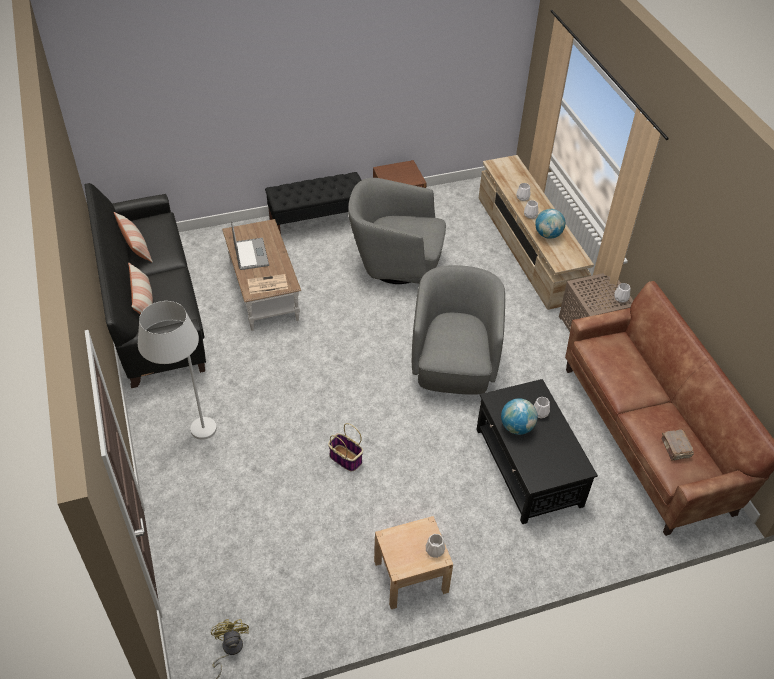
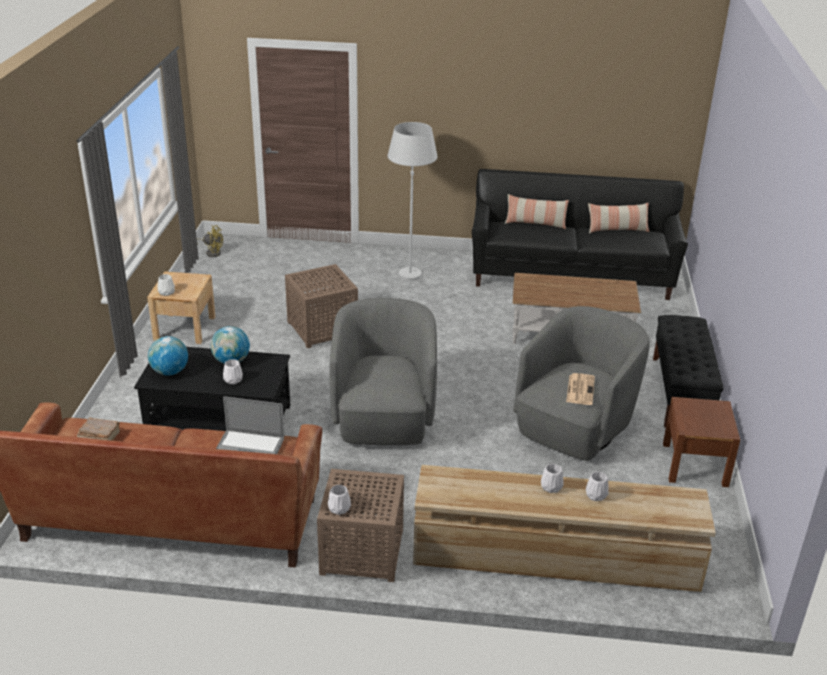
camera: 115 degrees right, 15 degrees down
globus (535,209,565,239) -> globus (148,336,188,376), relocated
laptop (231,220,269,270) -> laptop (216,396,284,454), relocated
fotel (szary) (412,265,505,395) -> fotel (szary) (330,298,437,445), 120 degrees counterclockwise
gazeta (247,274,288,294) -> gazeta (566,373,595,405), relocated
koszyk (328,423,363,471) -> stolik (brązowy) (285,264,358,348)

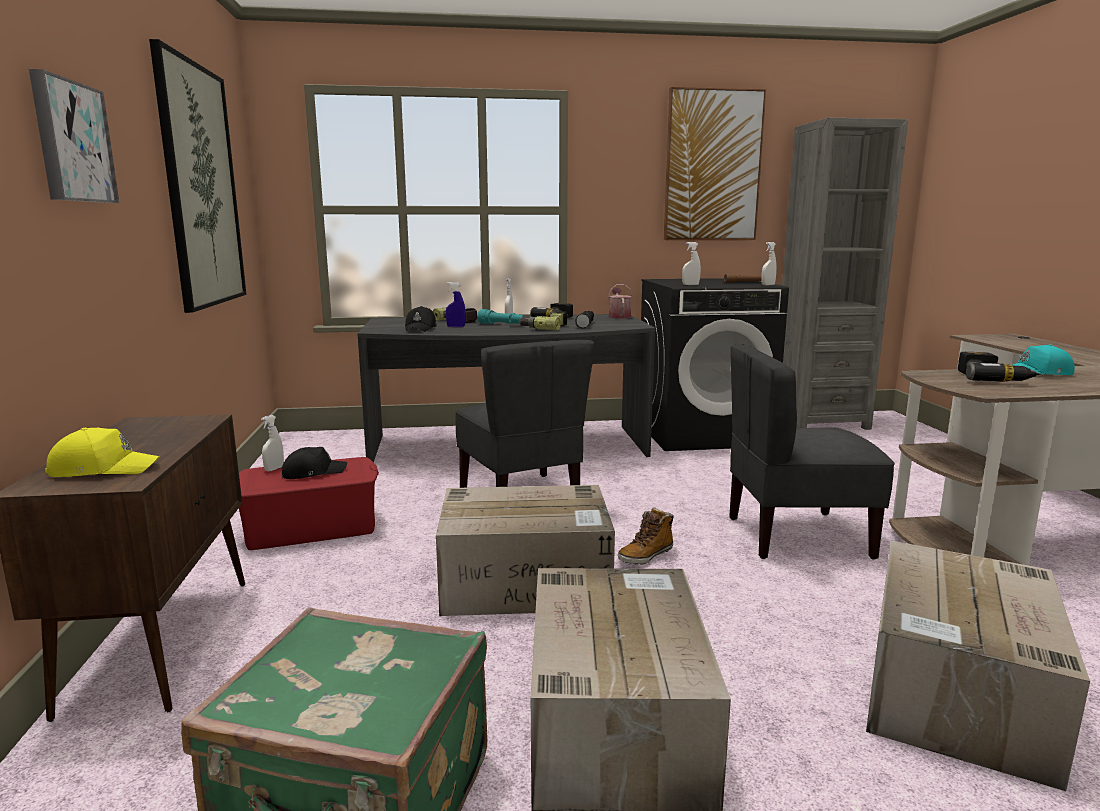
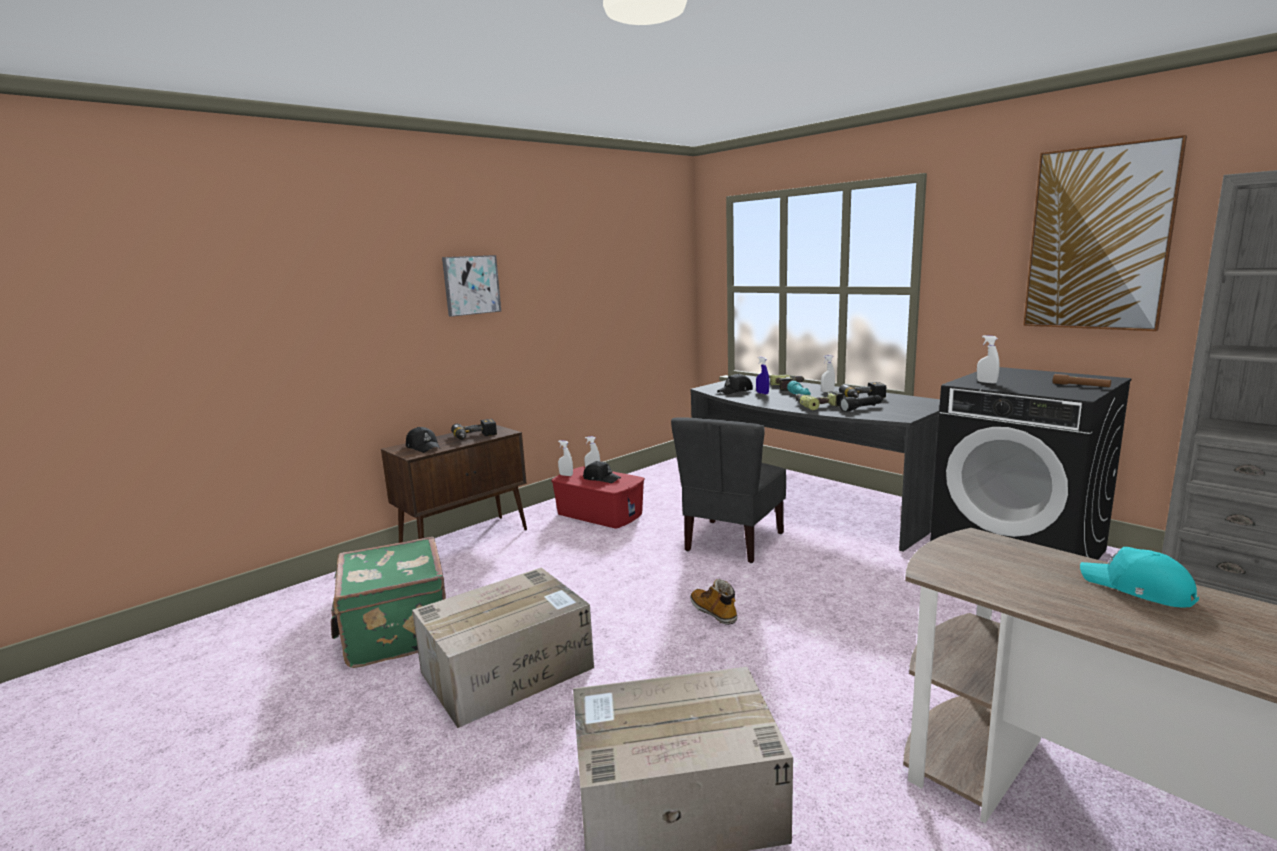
camera: 55 degrees right, 0 degrees up
obraz (149,39,247,313) -> none
spryskiwacz (biały) (761,242,777,285) -> spryskiwacz (biały) (558,440,573,476), relocated
konewka (608,284,633,319) -> none
krzesło (szary) (729,344,895,560) -> none
wiertarka (958,352,1041,382) -> wiertarka (451,419,497,440), relocated
czapka z daszkiem (żółty) (45,428,160,477) -> czapka z daszkiem (czarny) (406,427,440,453)
karton (436,485,615,616) -> none
but z cholewką (618,507,674,565) -> but z cholewką (690,579,737,625), 45 degrees clockwise

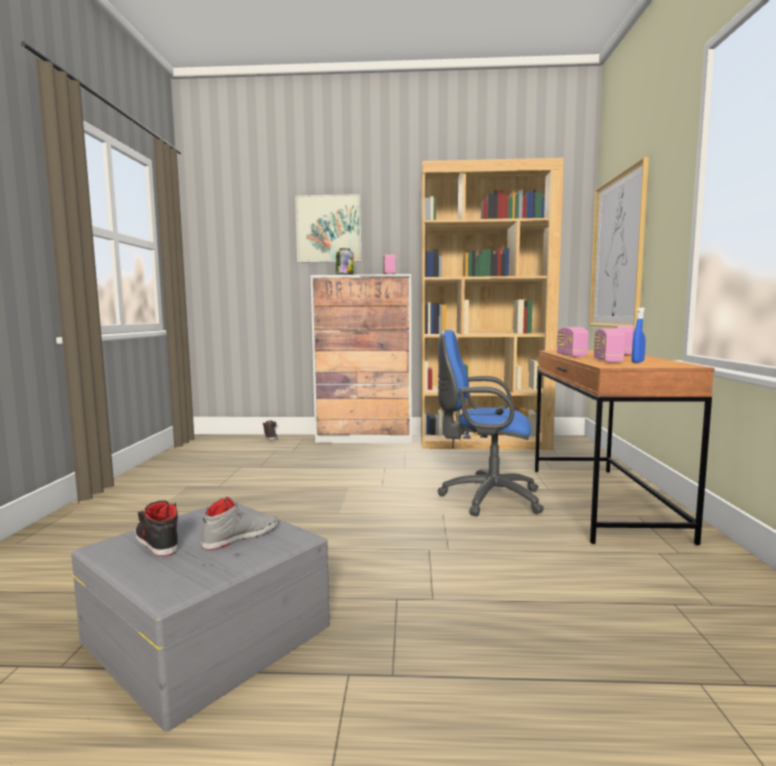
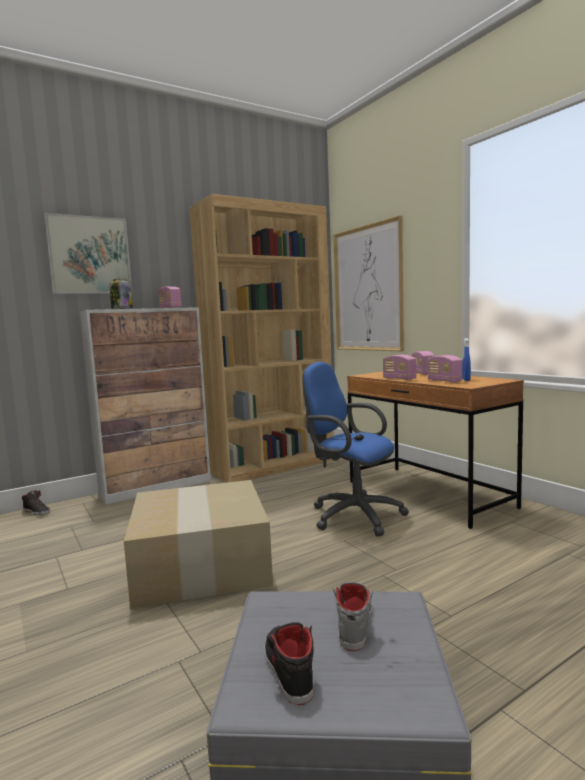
camera: 35 degrees left, 0 degrees up
krzesło biurowe (niebieski) (438,330,544,516) -> krzesło biurowe (niebieski) (302,362,409,536), 60 degrees clockwise
but (czarny) (135,500,178,556) -> but (czarny) (265,622,314,705), 60 degrees clockwise
none -> karton (124,480,273,609)

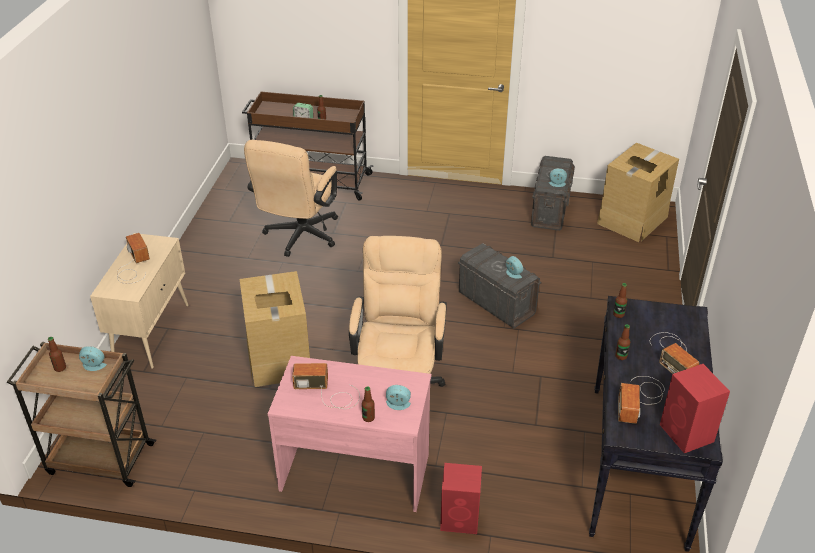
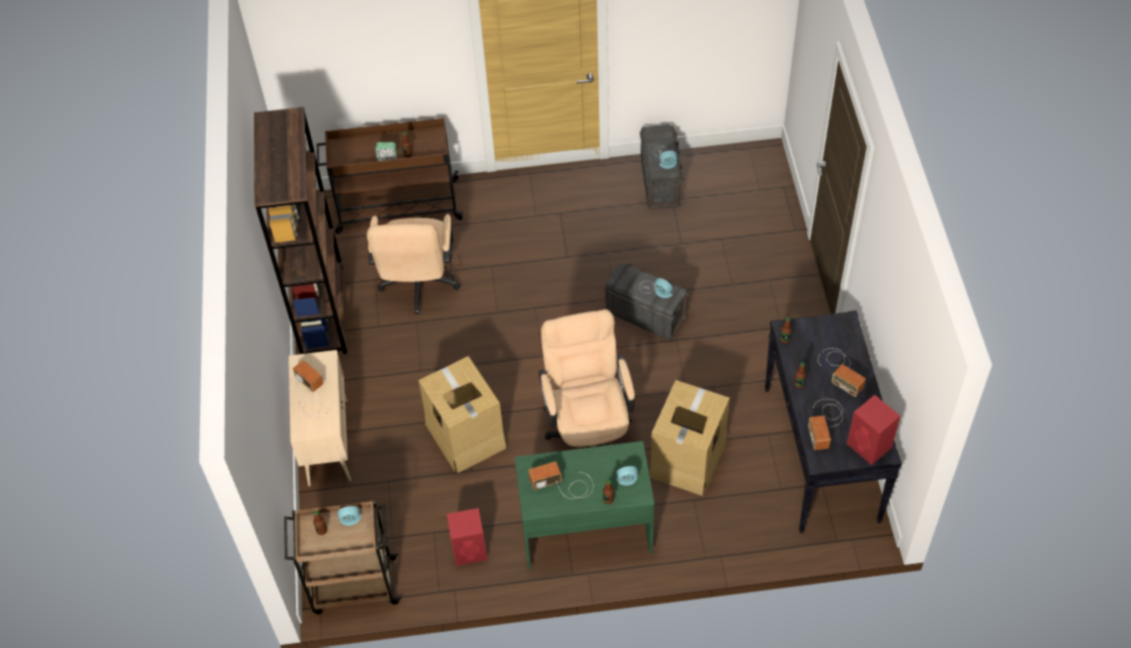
camera: 15 degrees left, 15 degrees up
karton (597,143,679,242) -> karton (649,380,730,496), relocated
biurko (różowy) (268,356,431,512) -> biurko (zielony) (515,441,655,569)
głośnik (czerwony) (440,463,482,534) -> głośnik (czerwony) (447,508,487,566), relocated
none -> regał (brązowy) (254,107,347,354)

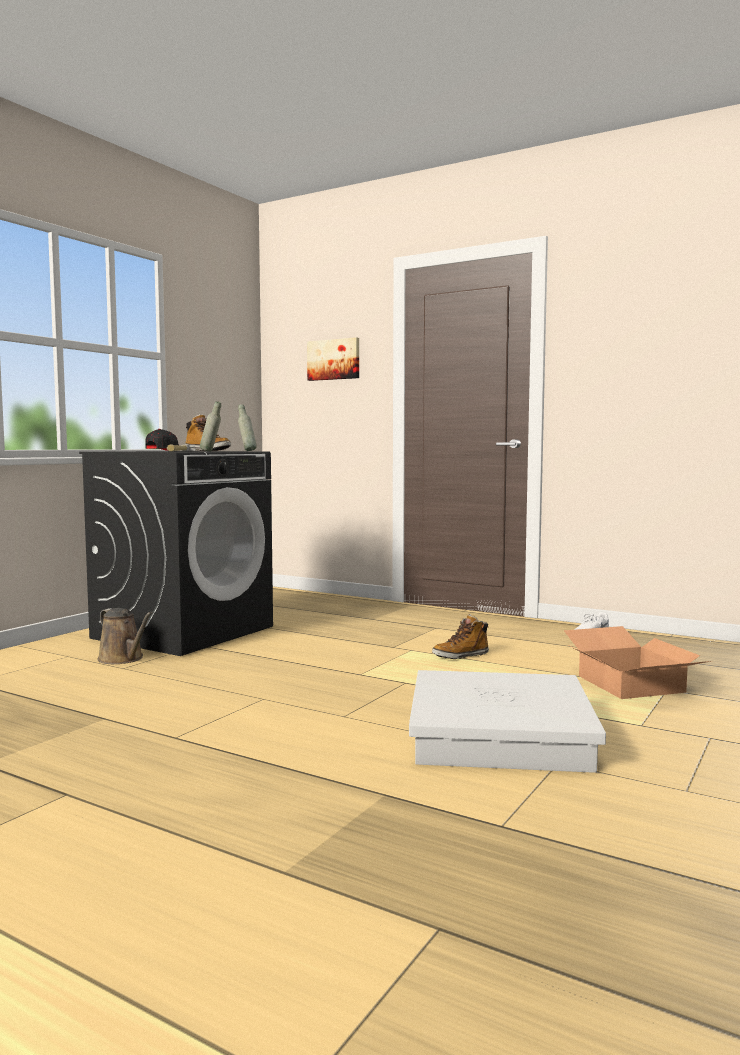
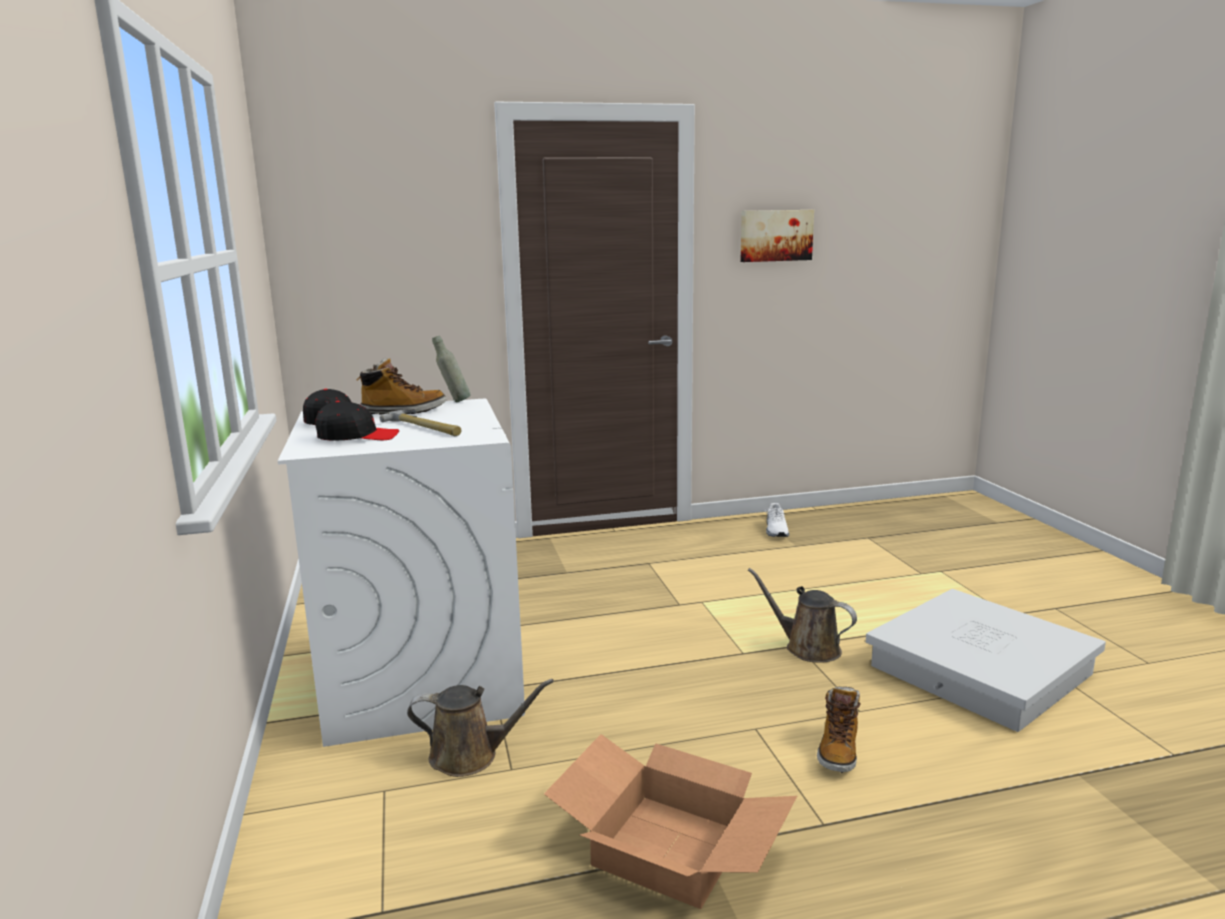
camera: 45 degrees left, 10 degrees up
obraz (307,337,359,381) -> obraz (740,210,814,262), relocated
butelka (szary) (200,401,221,451) -> none
pralka (czarny) (79,451,273,656) -> pralka (biały) (278,398,525,747)
but z cholewką (432,614,489,659) -> but z cholewką (817,687,861,773), relocated
karton (564,626,711,699) -> karton (544,734,797,909), relocated
none -> czapka z daszkiem (czarny) (315,401,399,441)
none -> konewka (brązowy) (748,568,857,663)

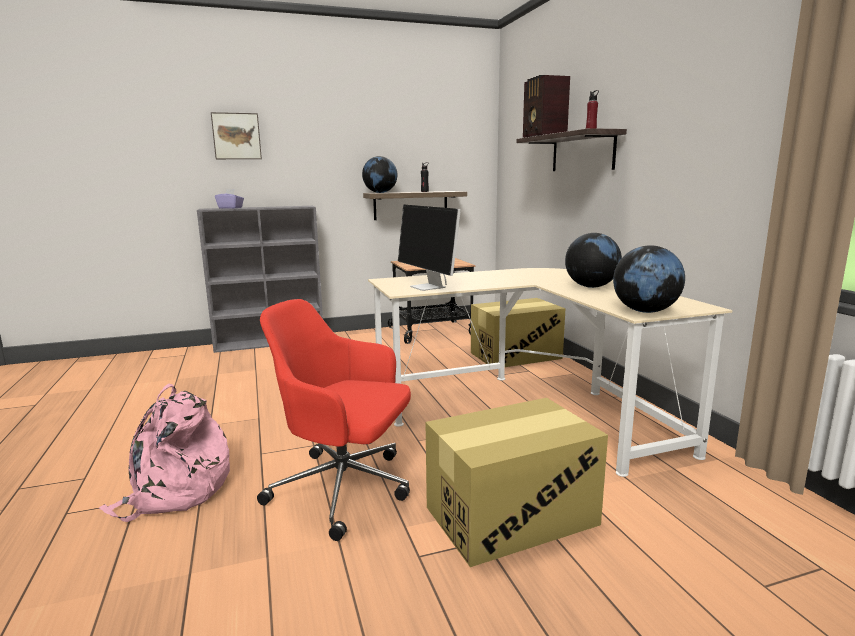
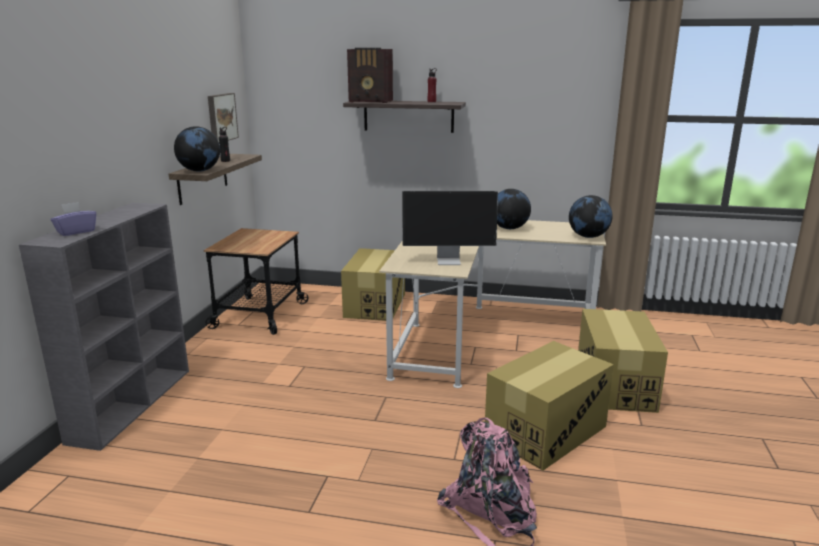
camera: 60 degrees left, 5 degrees up
obraz (211,112,262,159) -> obraz (208,93,239,142), relocated
krzesło biurowe (czerwony) (257,299,411,541) -> karton (485,341,614,471)

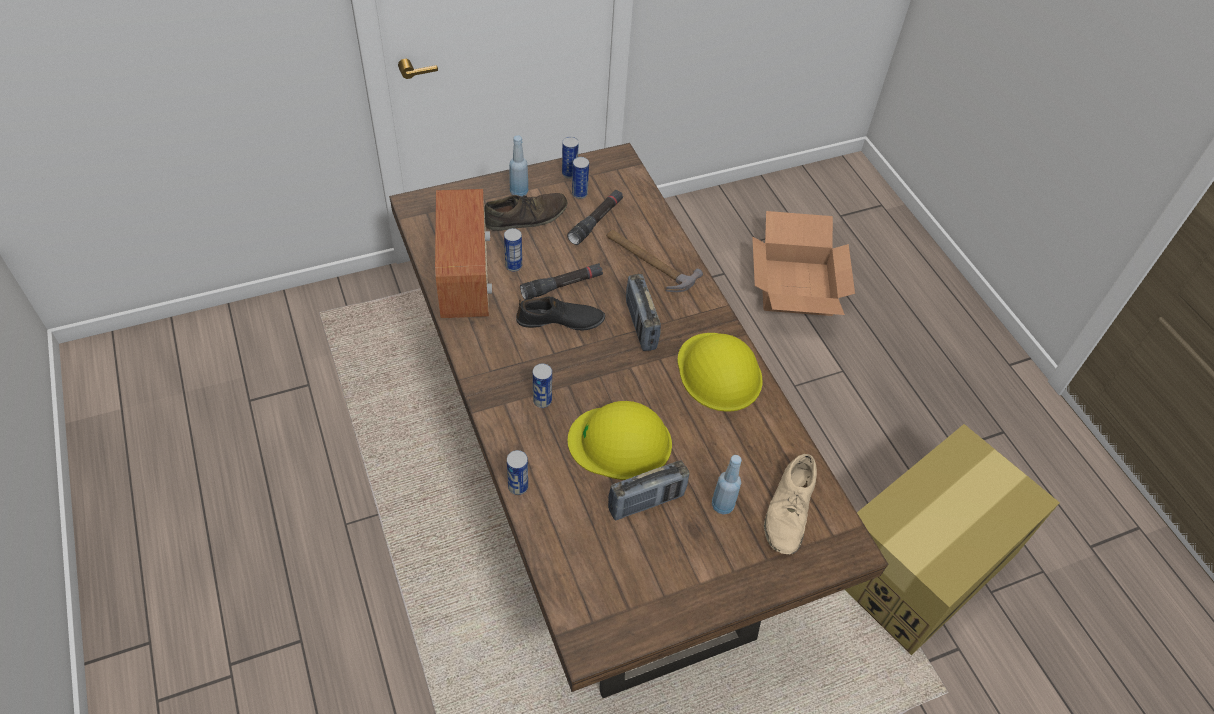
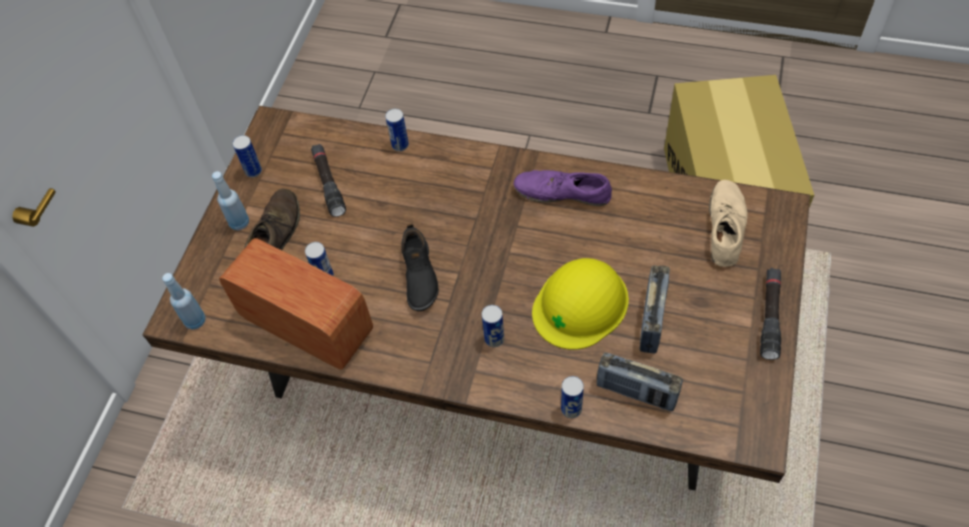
camera: 45 degrees left, 5 degrees up
puszka (572,157,589,199) -> puszka (385,109,409,151), relocated
karton (752,211,855,316) -> none
młotek (607,230,703,292) -> none
latarka (czarny) (520,263,603,300) -> latarka (czarny) (760,268,781,360), relocated
radio (626,274,661,351) -> radio (597,352,683,411), relocated
but (czarny) (516,297,605,331) -> but (czarny) (401,224,439,311), 135 degrees clockwise
kask (żółty) (678,333,763,412) -> but (fioletowy) (514,170,612,206)
but (beżowy) (764,454,817,555) -> but (beżowy) (709,180,748,267), 135 degrees counterclockwise
butelka (niebieski) (712,455,742,515) -> butelka (niebieski) (162,273,206,330), relocated

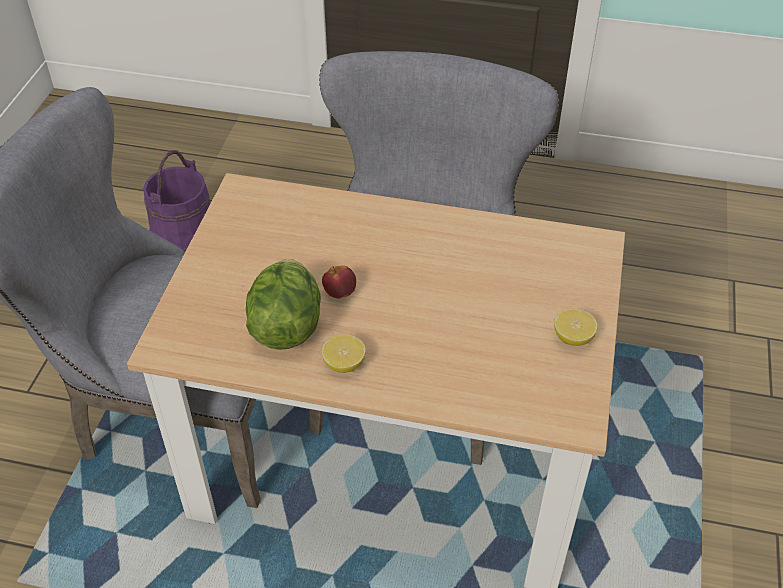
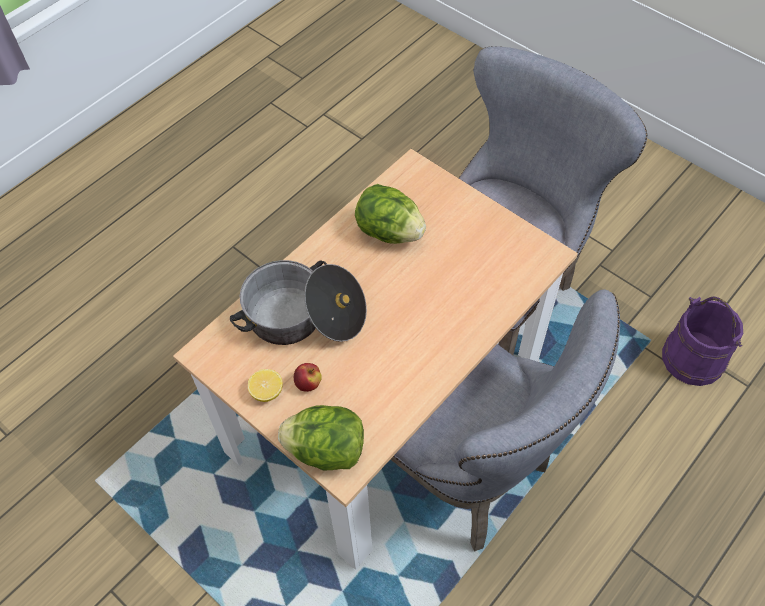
camera: 120 degrees right, 10 degrees up
jabłko (322,265,356,299) -> jabłko (294,363,322,392), relocated
cytryna (322,334,366,373) -> none
none -> garnek (230,260,367,345)
none -> sałata (278,405,364,470)

